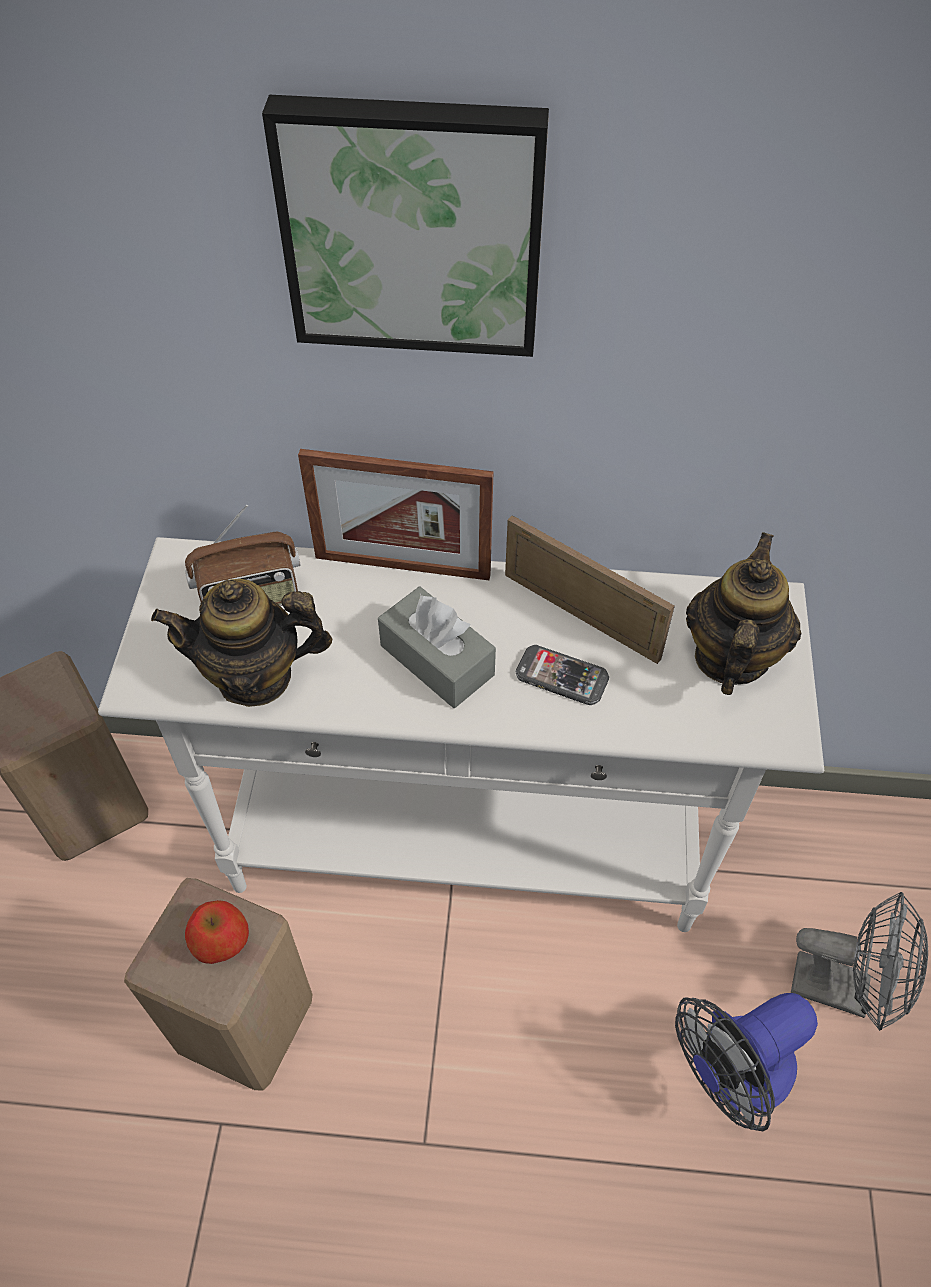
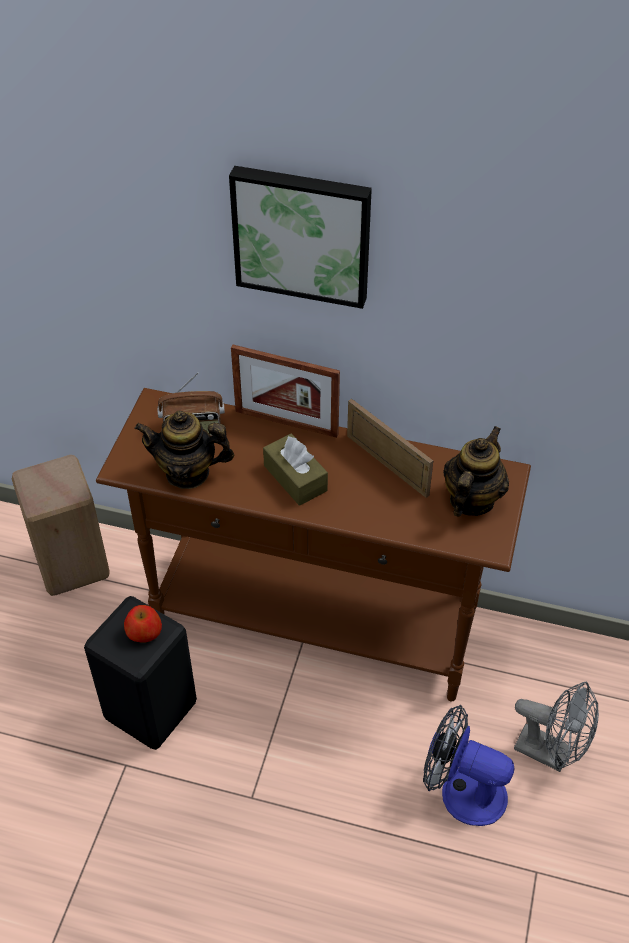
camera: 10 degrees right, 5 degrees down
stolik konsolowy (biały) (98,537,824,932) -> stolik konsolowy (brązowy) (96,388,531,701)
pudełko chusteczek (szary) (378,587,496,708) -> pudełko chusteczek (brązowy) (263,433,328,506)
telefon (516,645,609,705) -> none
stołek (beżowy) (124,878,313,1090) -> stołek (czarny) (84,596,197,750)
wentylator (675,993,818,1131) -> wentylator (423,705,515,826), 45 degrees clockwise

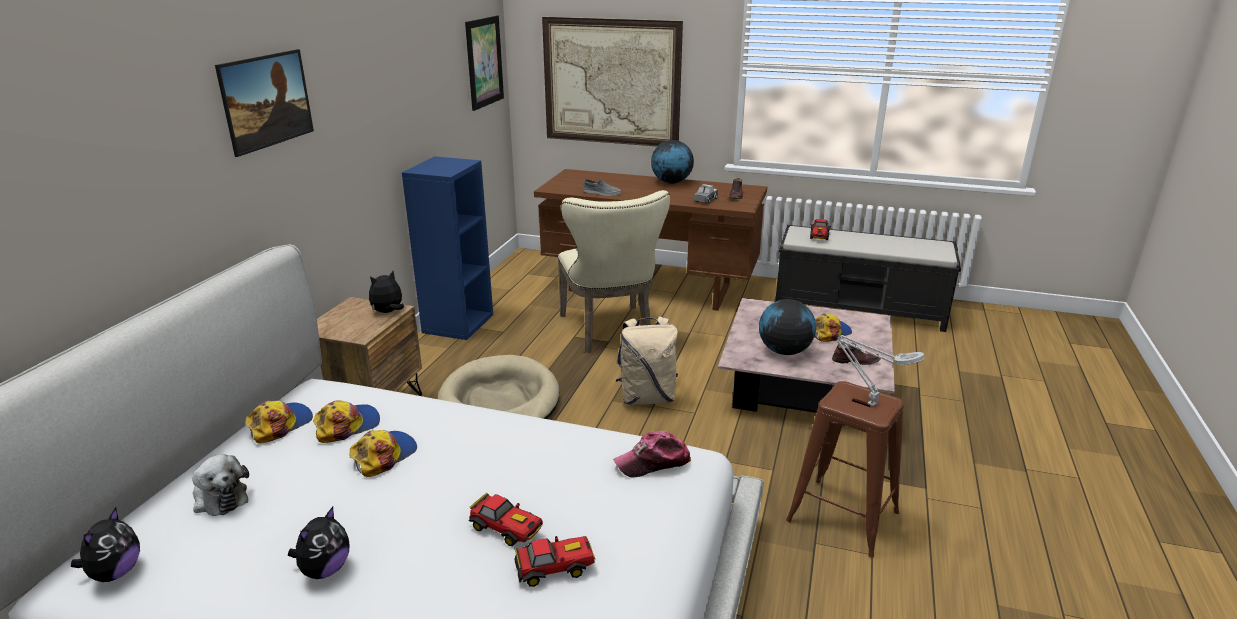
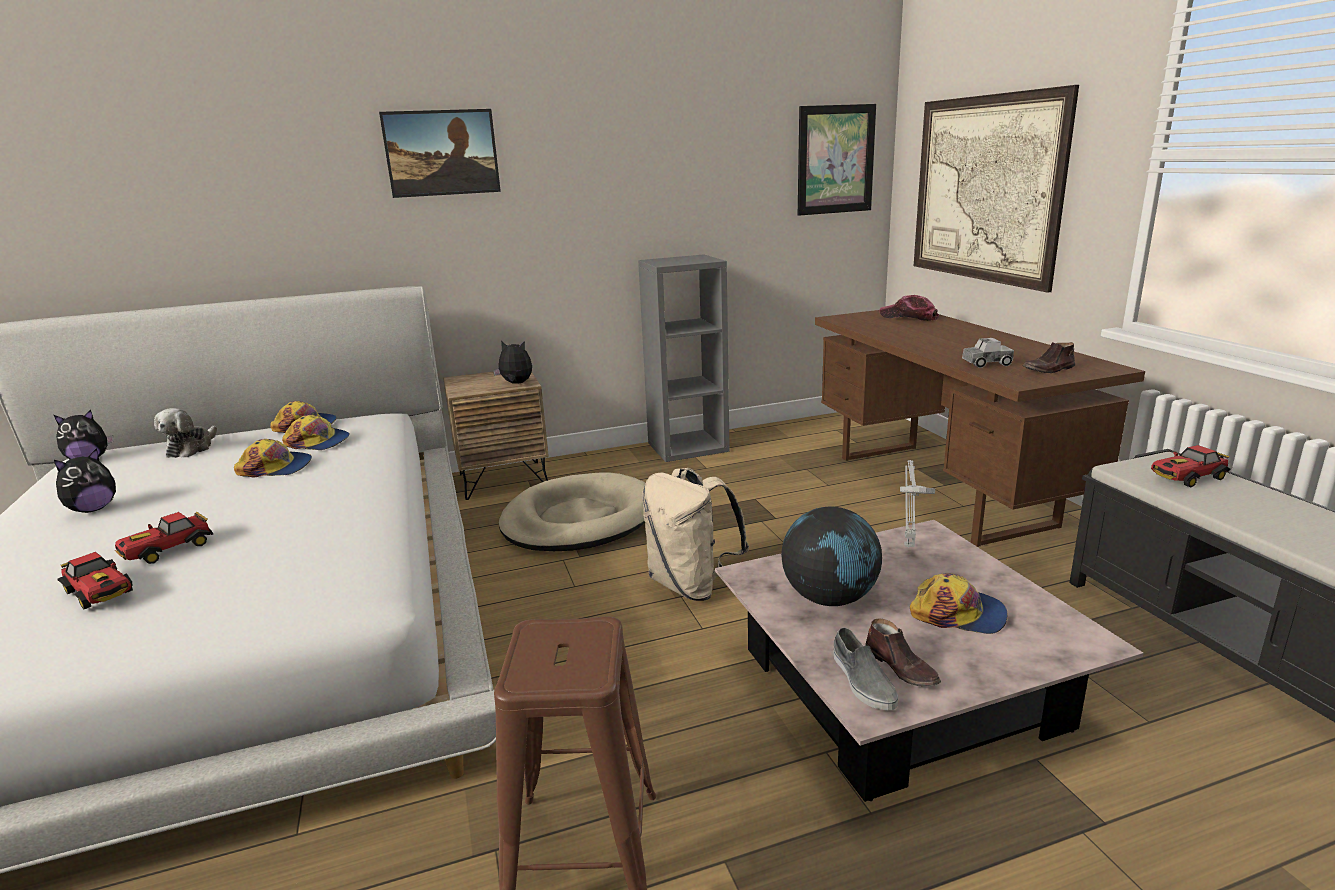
camera: 55 degrees right, 5 degrees down
globus (651,140,694,184) -> none
regał (niebieski) (402,156,493,340) -> regał (szary) (638,255,730,462)
but (szary) (583,179,621,196) -> but (szary) (833,627,898,710), relocated
krzesło (beżowy) (558,190,670,353) -> none
lampa stołowa (szary) (838,335,925,406) -> lampa stołowa (szary) (900,460,935,547), relocated
czapka z daszkiem (613,431,691,478) -> czapka z daszkiem (880,295,939,321), relocated
samochodzik (469,492,543,546) -> samochodzik (115,512,214,564), 45 degrees clockwise
pluszak (288,507,350,579) -> pluszak (54,448,116,513), 45 degrees counterclockwise

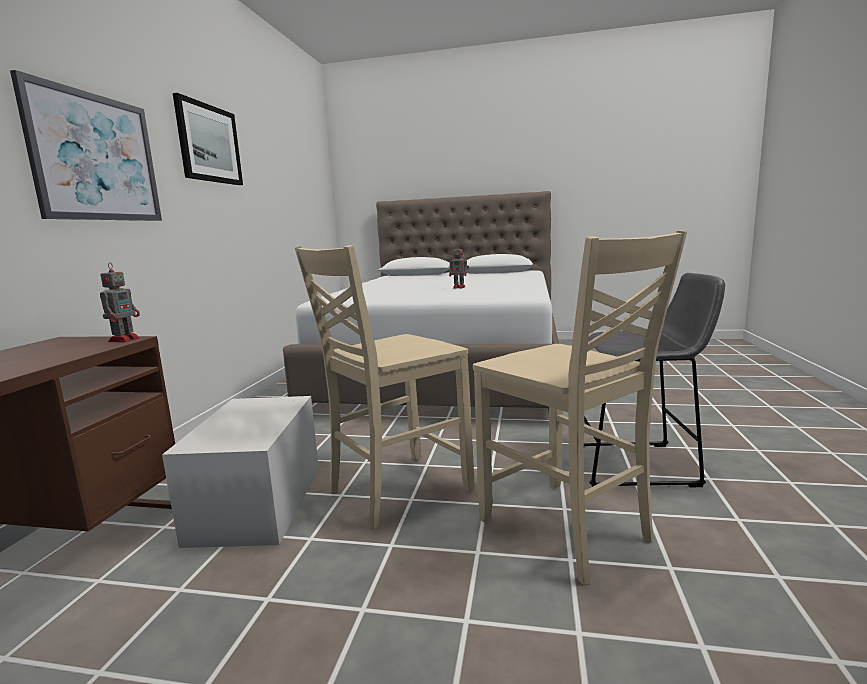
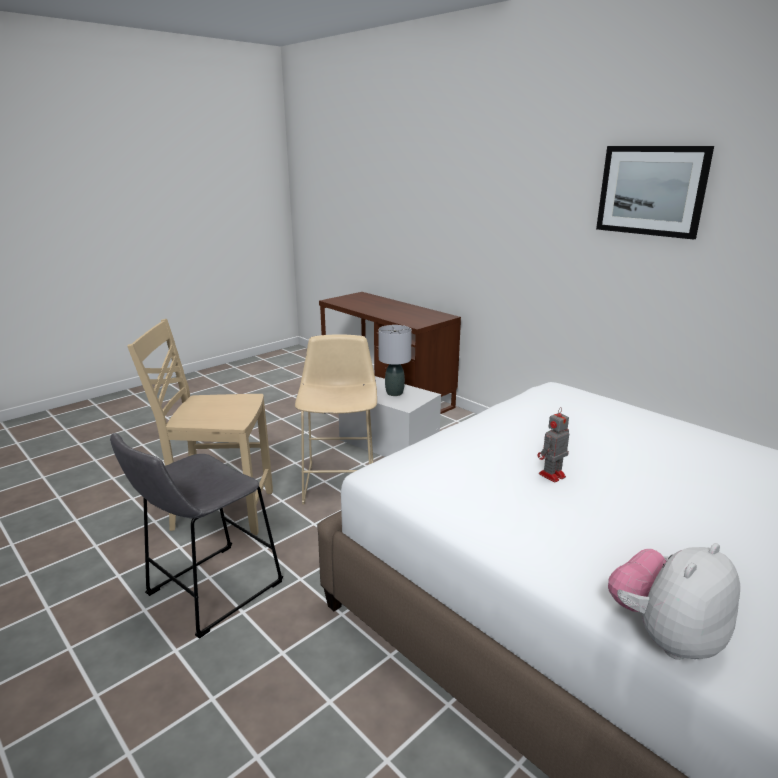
camera: 125 degrees right, 10 degrees up
obraz (10,70,162,221) -> none
krzesło (beżowy) (295,245,475,530) -> stołek (beżowy) (295,334,377,504)
robot zabawkowy (100,262,140,342) -> none
none -> lampa stołowa (szary) (378,325,412,396)
none -> pluszak (608,543,740,660)

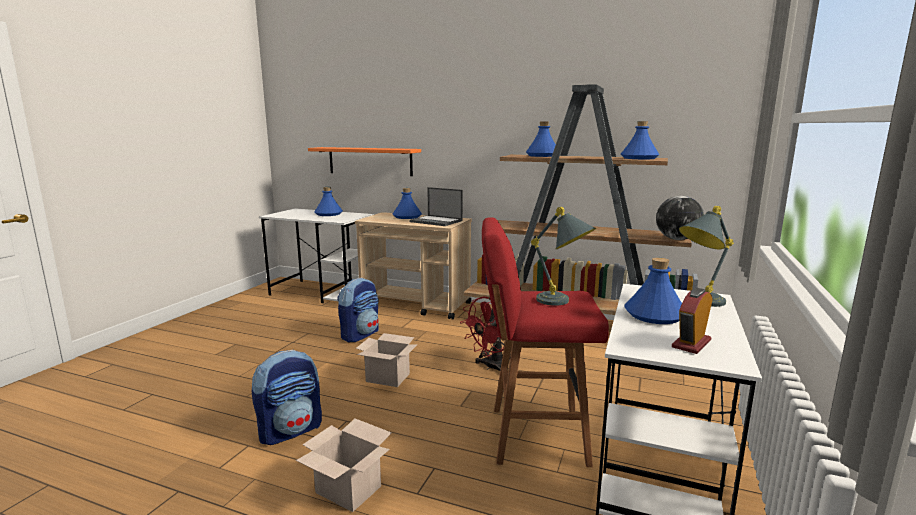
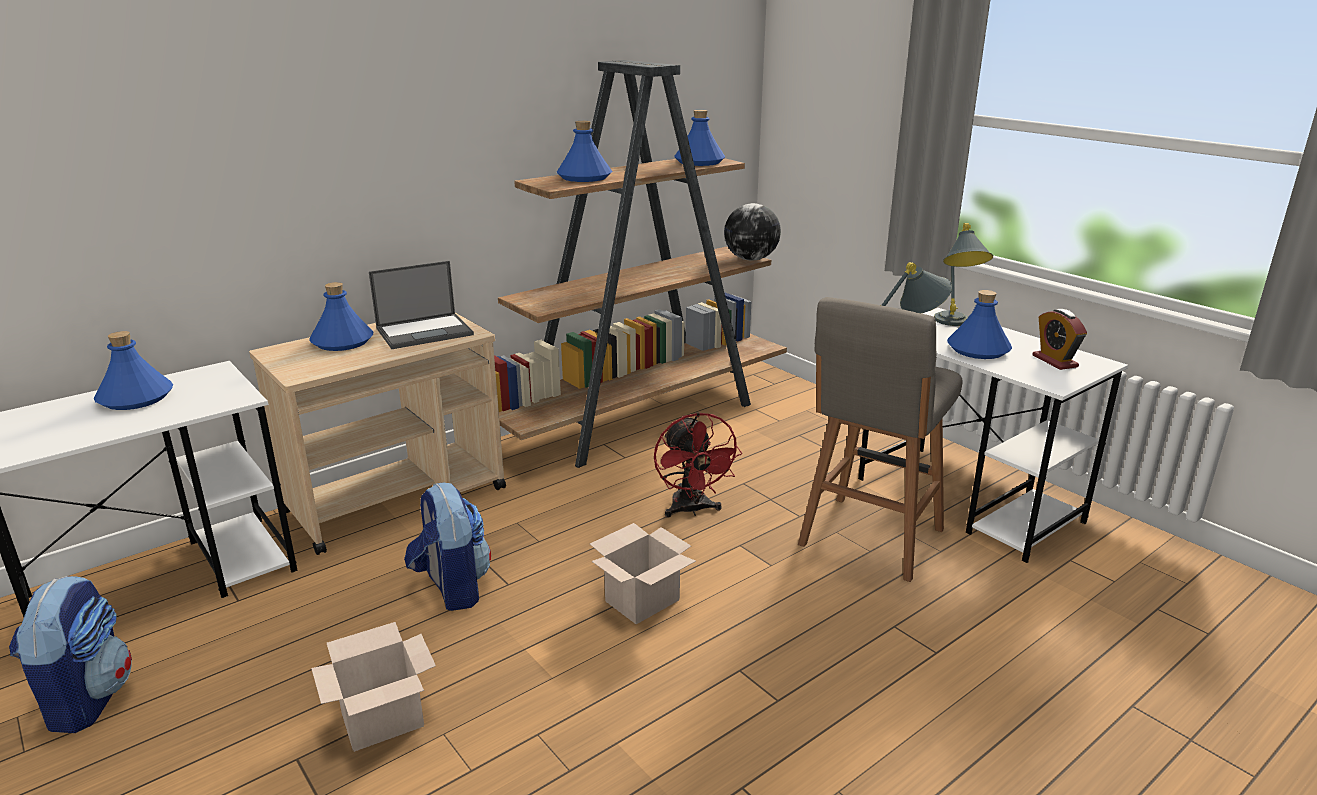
camera: 60 degrees left, 10 degrees up
półka (pomarańczowy) (308,147,421,176) -> none
stołek (czerwony) (482,217,609,467) -> stołek (szary) (798,297,963,582)
plecak (252,350,322,445) -> plecak (9,576,132,733), relocated
karton (296,418,392,512) -> karton (311,622,436,752), relocated

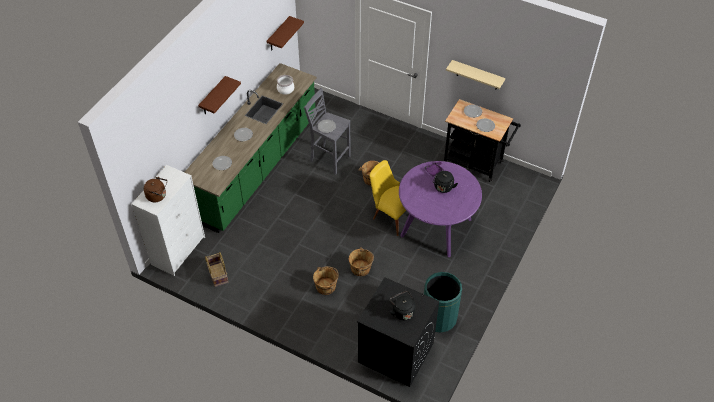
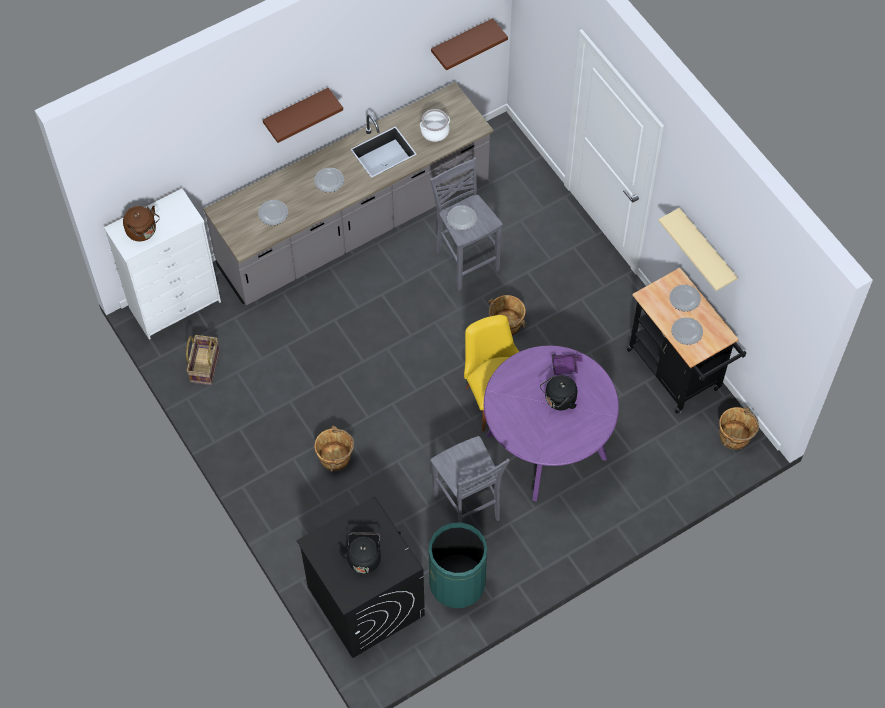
camera: 30 degrees right, 10 degrees up
zabudowa kuchenna (zielony) (185,63,317,233) -> zabudowa kuchenna (szary) (203,82,494,305)
wiadro (brązowy) (349,248,374,276) -> wiadro (brązowy) (719,407,759,450), relocated
none -> stołek (szary) (431,436,510,522)

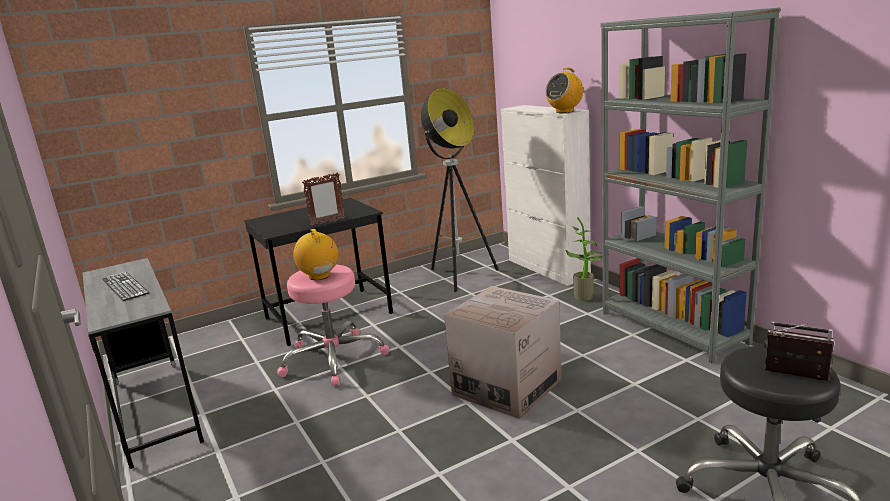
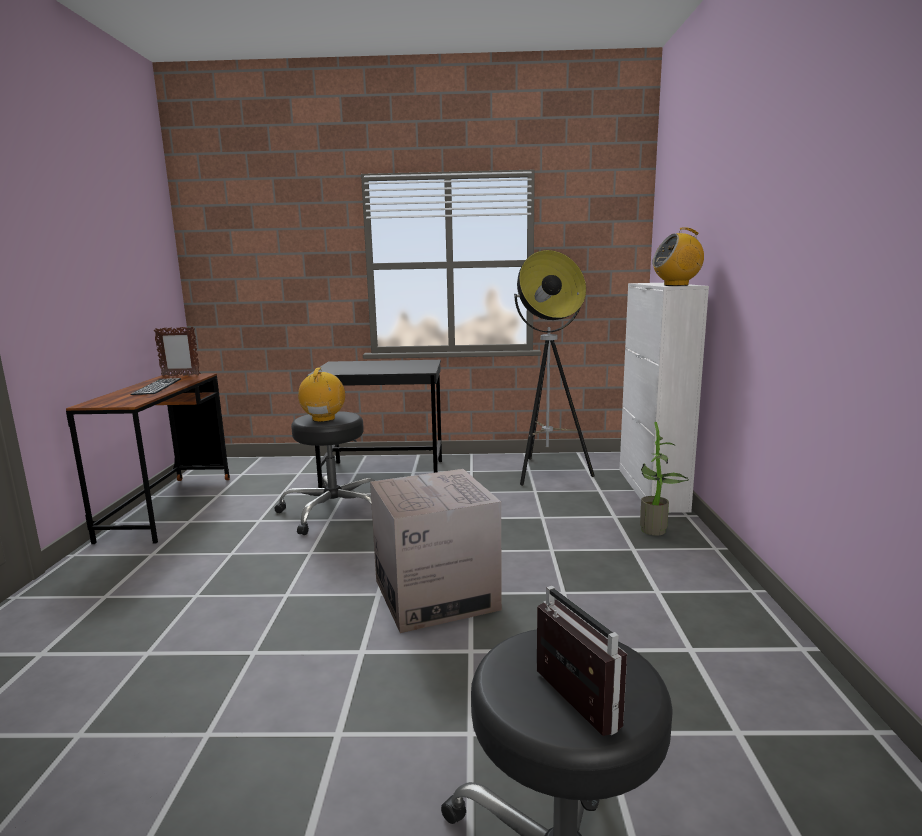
camera: 30 degrees right, 5 degrees down
regał (szary) (600,7,781,363) -> none
ramka na zdjęcie (302,172,346,226) -> ramka na zdjęcie (154,327,200,376), relocated
biurko (szary) (83,258,204,469) -> biurko (brązowy) (66,373,230,544)
stołek (różowy) (277,265,389,386) -> stołek (czarny) (274,411,375,535)

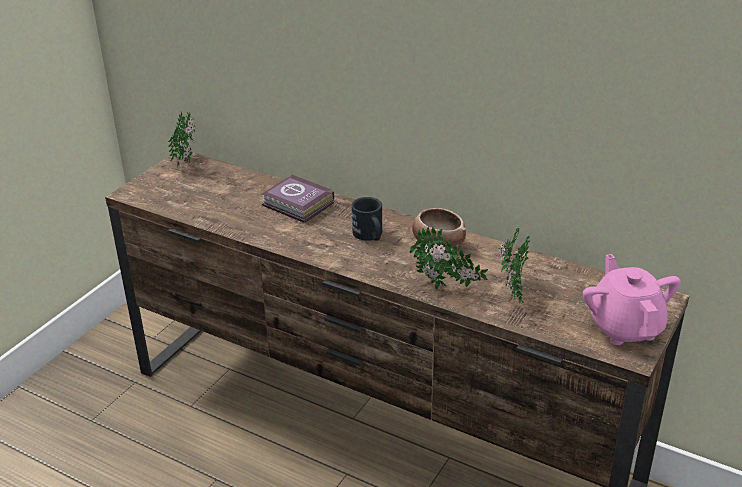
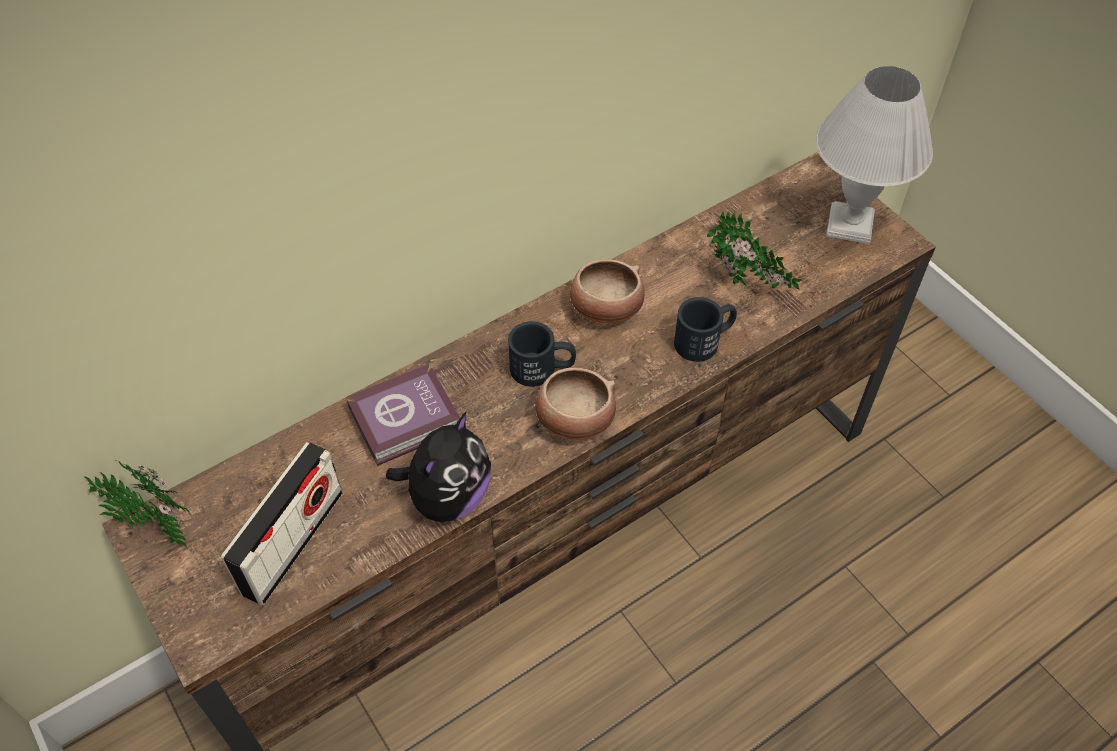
camera: 65 degrees left, 20 degrees up
roślina doniczkowa (410,226,488,289) -> kubek (czarny) (674,297,737,362)
imbryk (różowy) (583,254,681,345) -> lampa stołowa (biały) (816,66,933,244)
none -> miska (535,368,616,440)
none -> pluszak (386,412,491,522)
none -> radio (221,442,343,605)

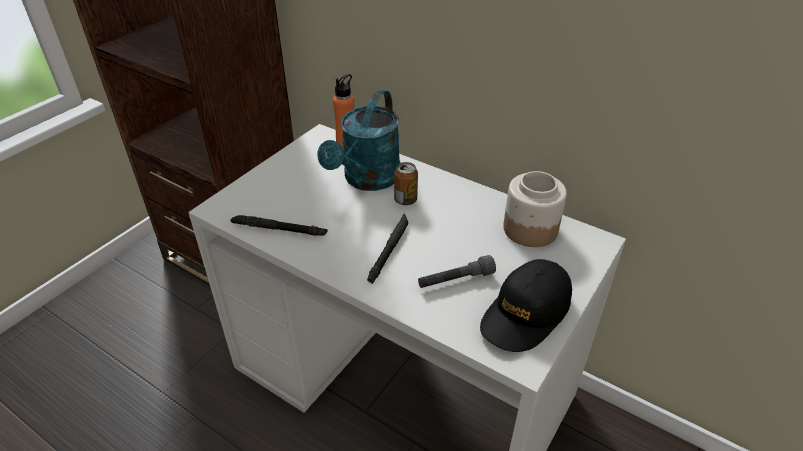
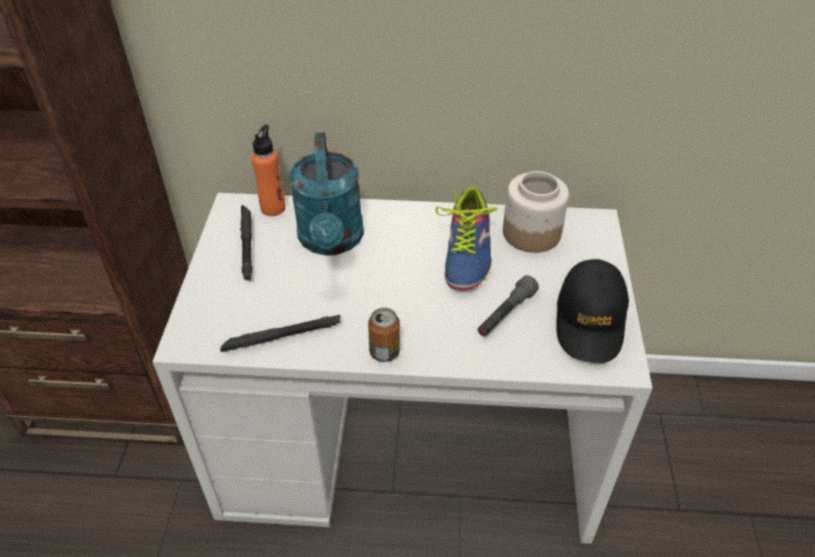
camera: 30 degrees left, 5 degrees up
puszka (394,162,418,205) -> puszka (368,308,400,362), relocated
latarka (czarny) (367,213,408,284) -> latarka (czarny) (240,205,252,281), relocated
none -> but (435,185,497,290)

